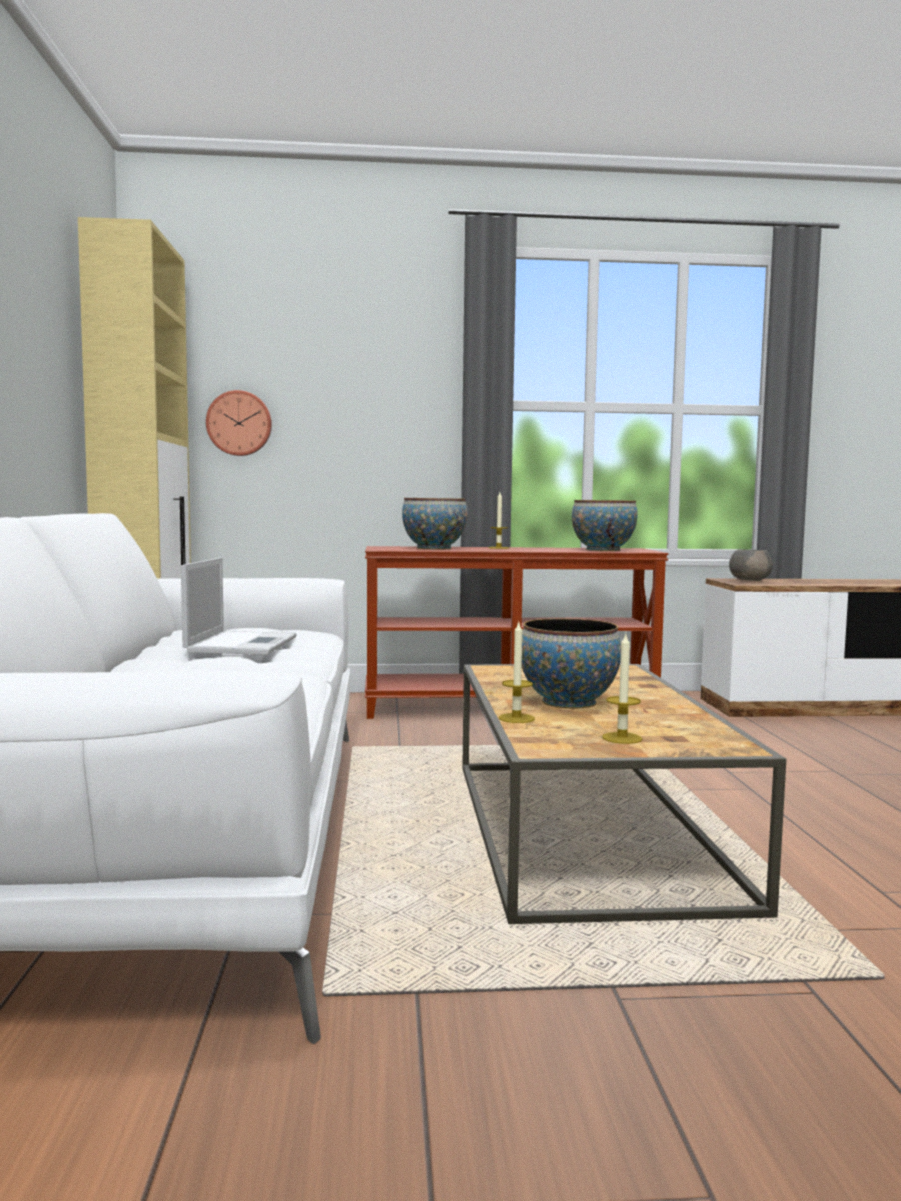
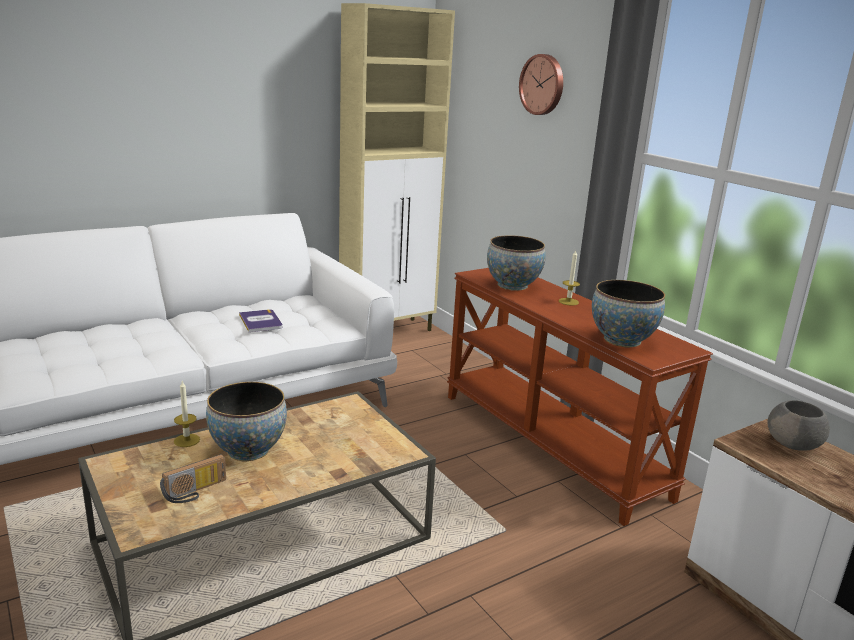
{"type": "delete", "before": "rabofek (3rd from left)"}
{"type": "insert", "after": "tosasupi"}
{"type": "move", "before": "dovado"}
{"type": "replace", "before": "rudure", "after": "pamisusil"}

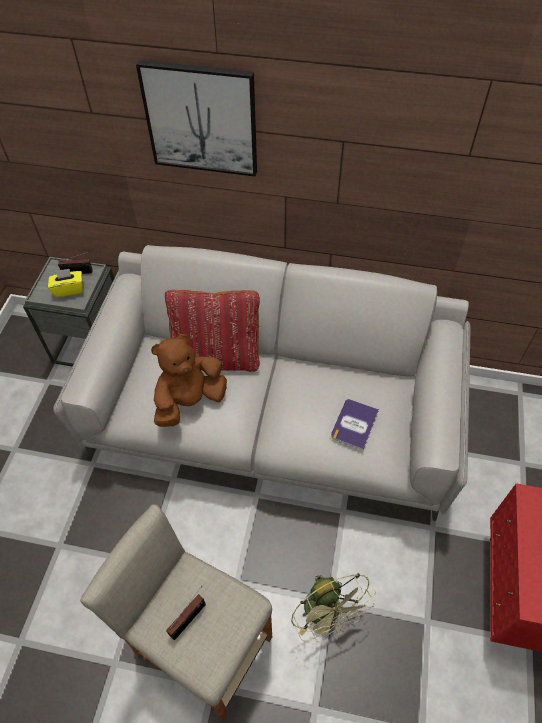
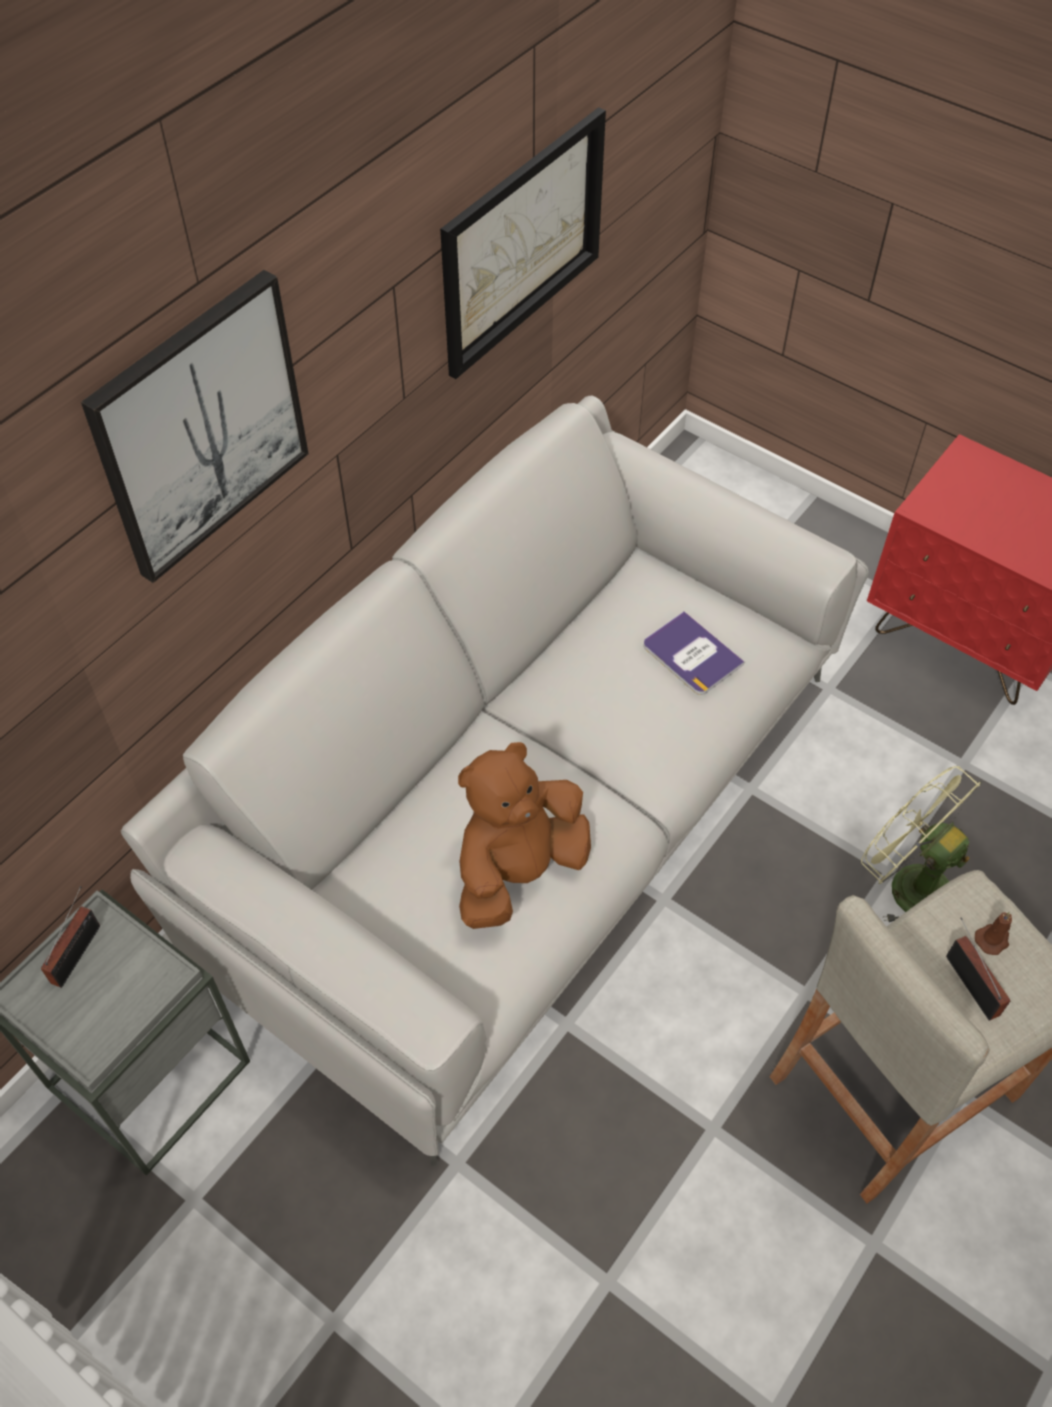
{"type": "delete", "before": "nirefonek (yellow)"}
{"type": "delete", "before": "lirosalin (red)"}
{"type": "insert", "after": "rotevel (2nd from left)"}
{"type": "insert", "after": "rabofek (brown)"}
{"type": "rotate", "before": "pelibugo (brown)", "turn": 60}
{"type": "rotate", "before": "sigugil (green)", "turn": -135}

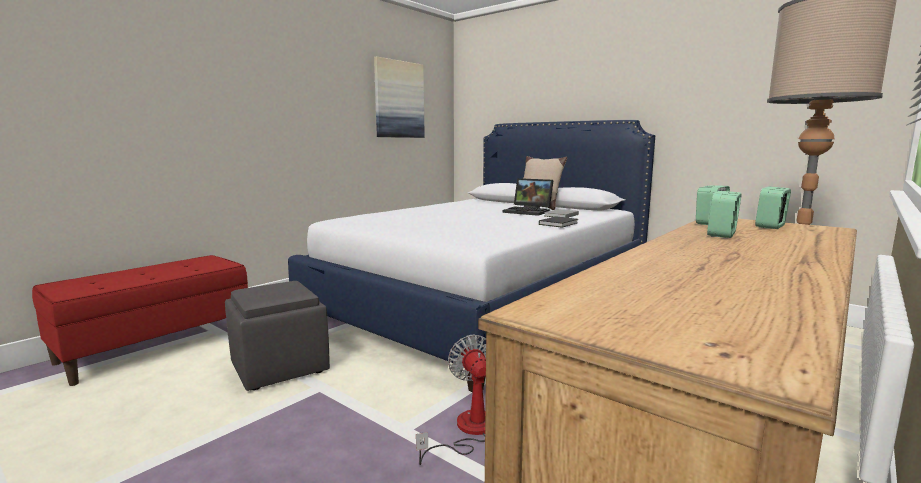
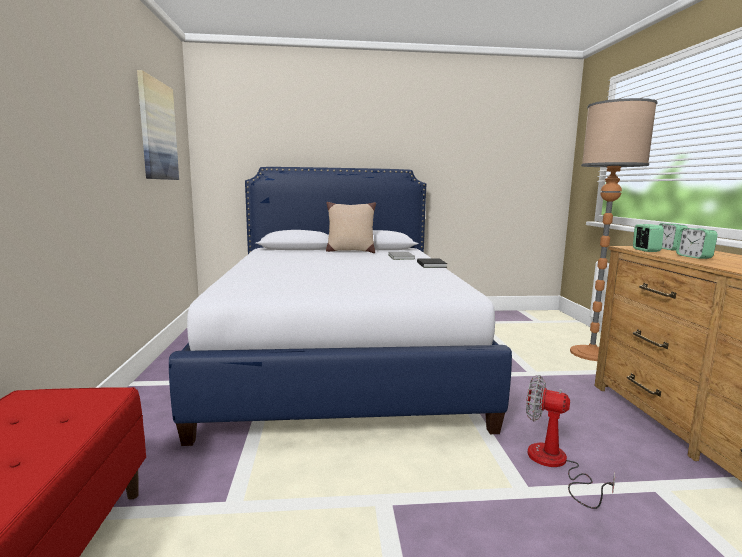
{"type": "delete", "before": "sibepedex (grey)"}
{"type": "delete", "before": "rudure"}

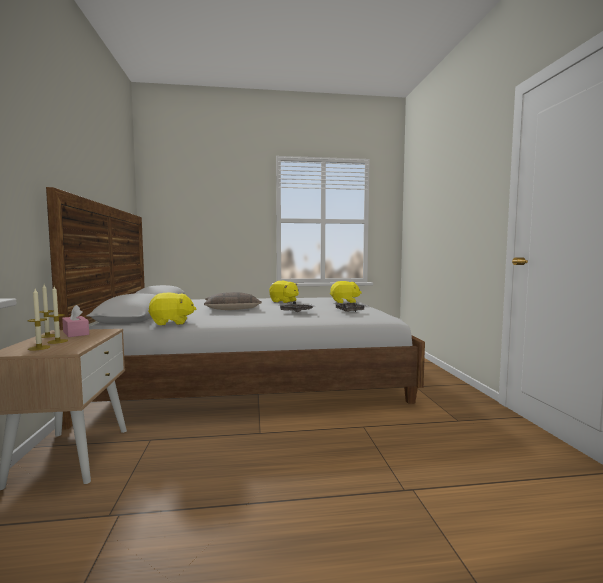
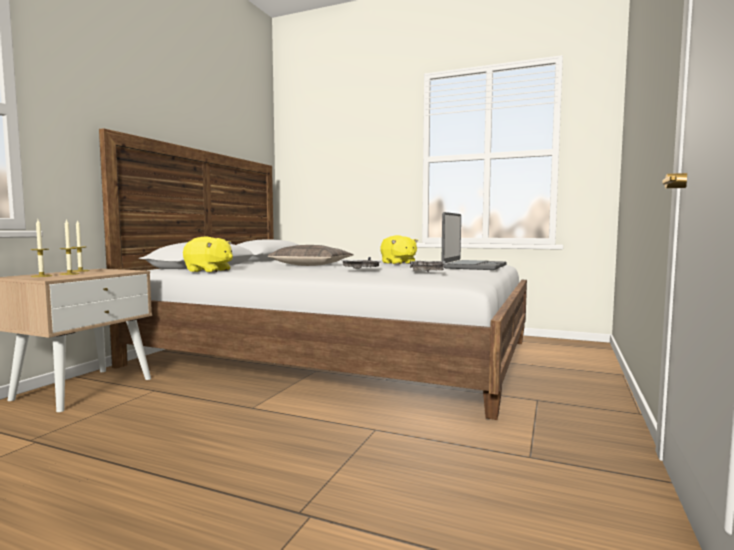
{"type": "delete", "before": "nirefonek (pink)"}
{"type": "replace", "before": "pelibugo (yellow) (3rd from left)", "after": "rudure"}

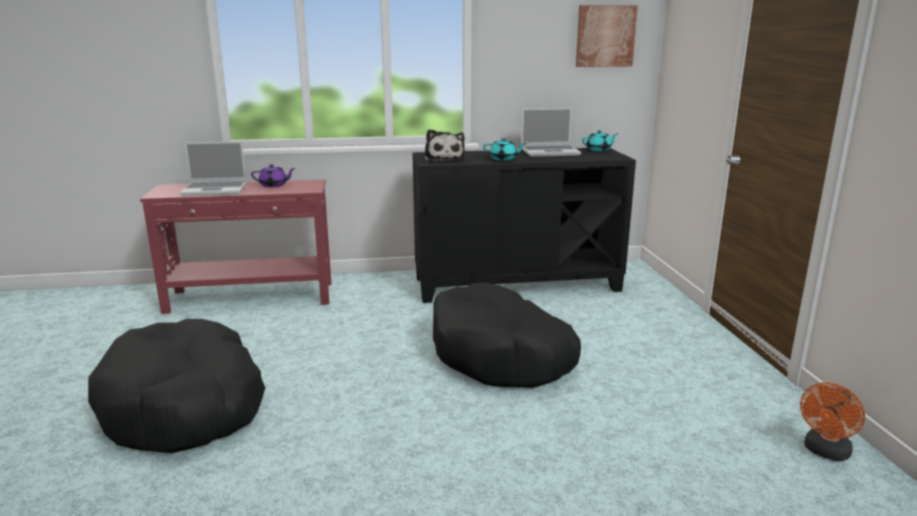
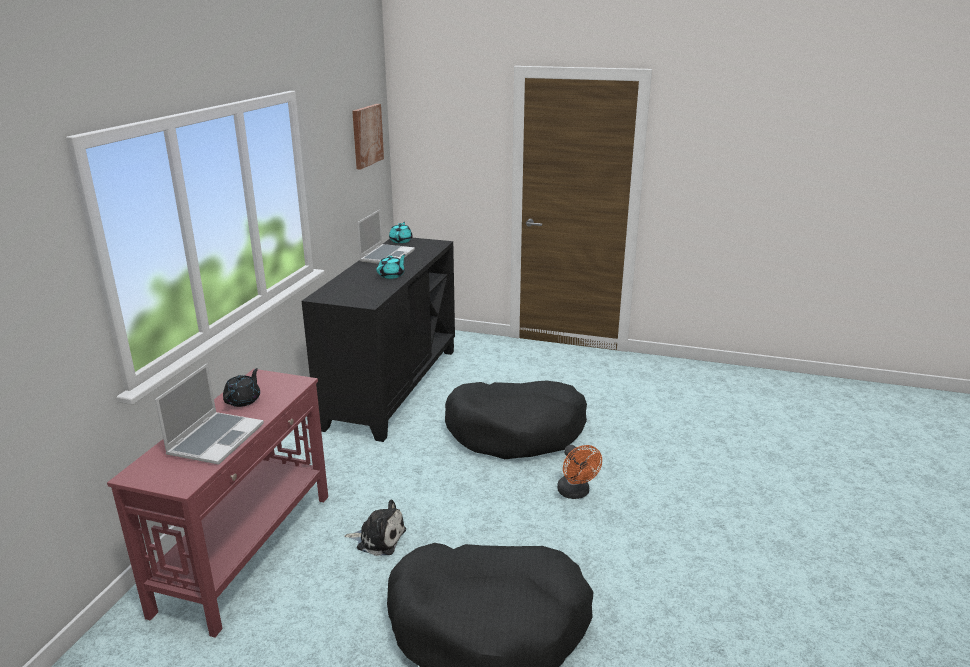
{"type": "move", "before": "pelibugo"}
{"type": "move", "before": "sigugil (orange)"}
{"type": "recolor", "before": "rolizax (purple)", "after": "rolizax (black)"}

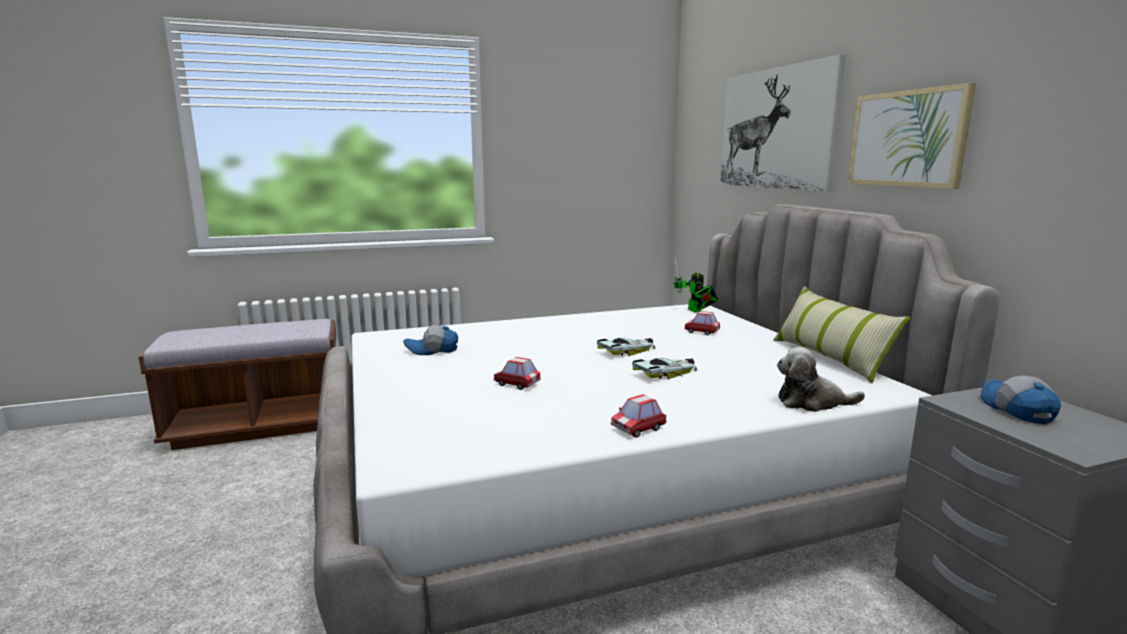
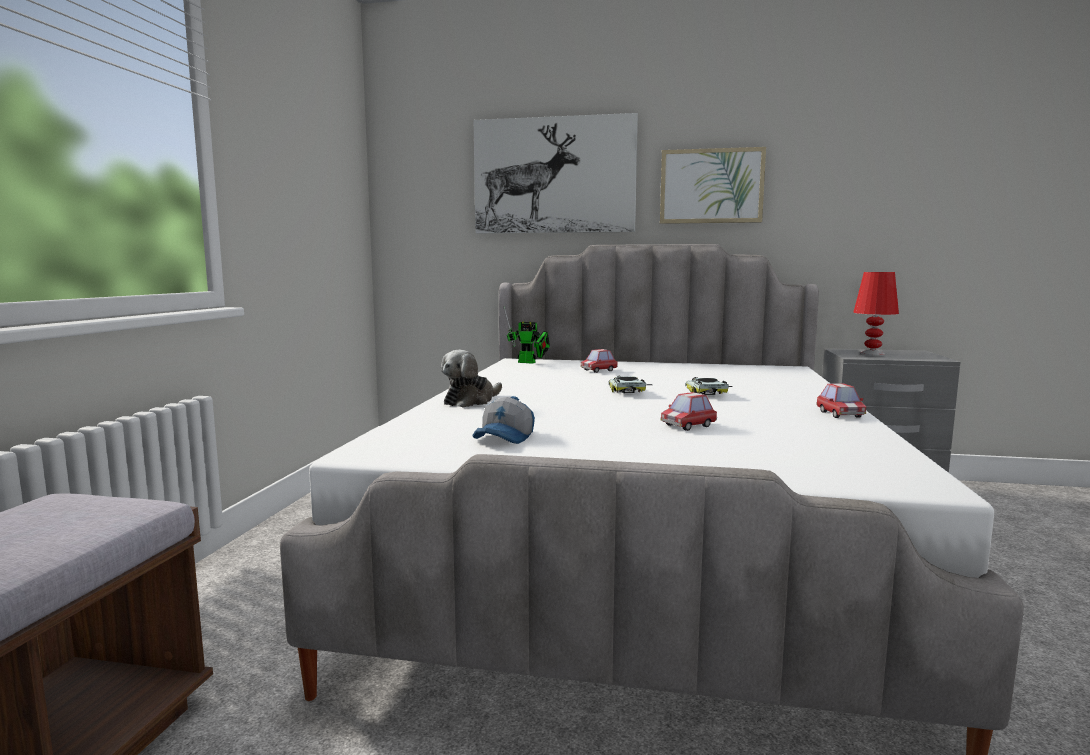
{"type": "delete", "before": "lirosalin"}
{"type": "move", "before": "pelibugo"}
{"type": "replace", "before": "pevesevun (2nd from left)", "after": "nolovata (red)"}

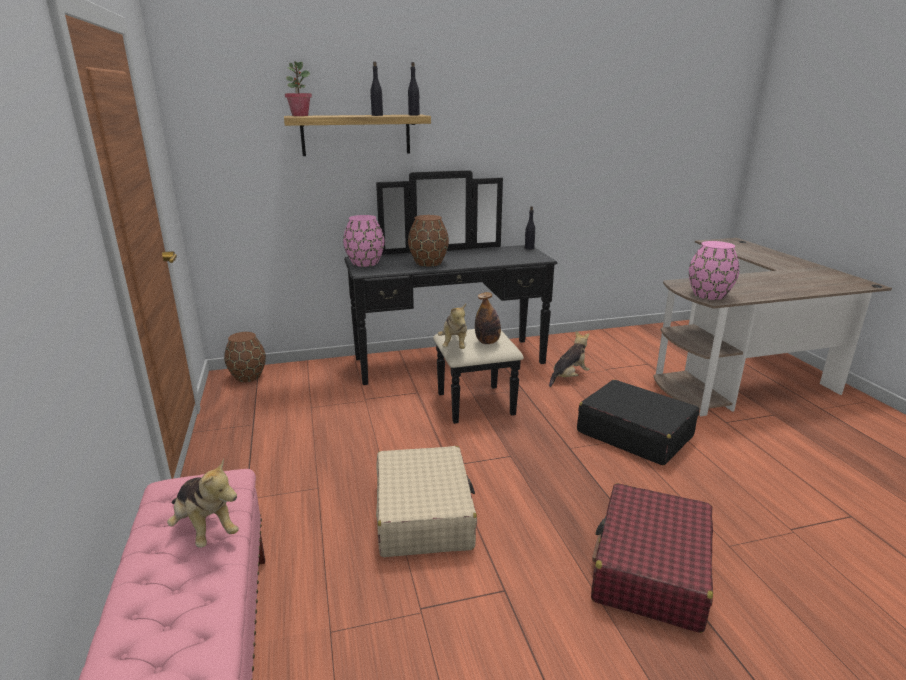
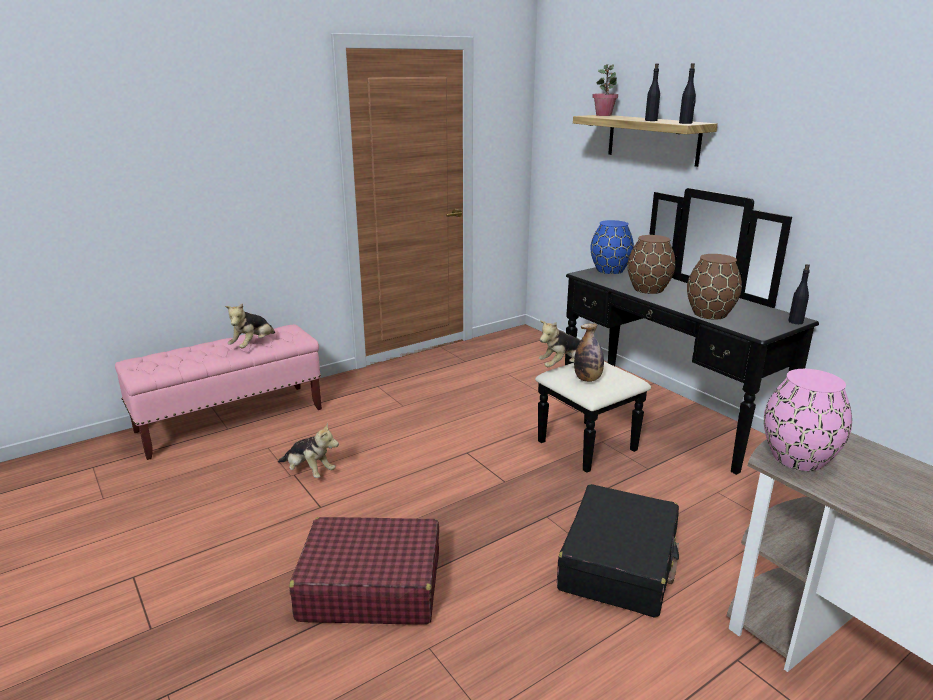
{"type": "delete", "before": "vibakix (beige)"}
{"type": "move", "before": "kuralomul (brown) (1st from left in the first image)", "after": "kuralomul (brown) (2nd from left)"}
{"type": "move", "before": "pelibugo (3rd from left in the first image)", "after": "pelibugo (2nd from left)"}
{"type": "recolor", "before": "kuralomul (pink) (1st from left)", "after": "kuralomul (blue)"}

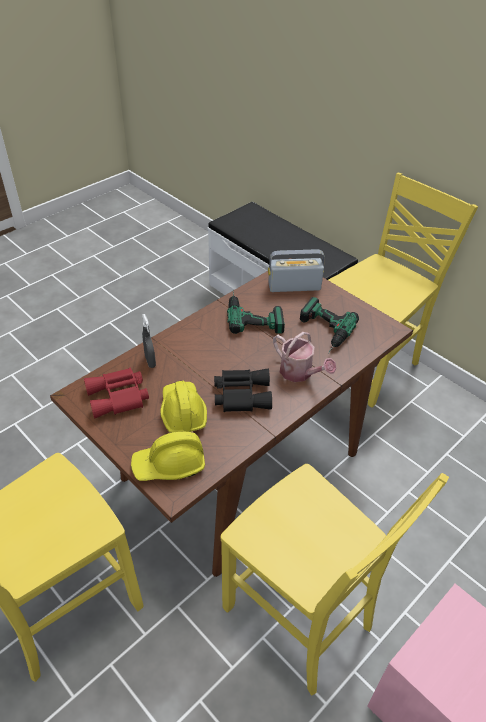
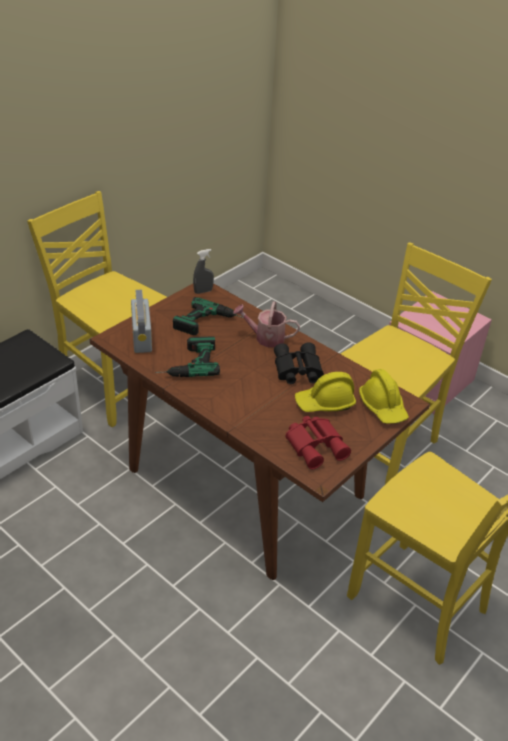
{"type": "move", "before": "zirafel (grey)"}
{"type": "rotate", "before": "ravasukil", "turn": -120}

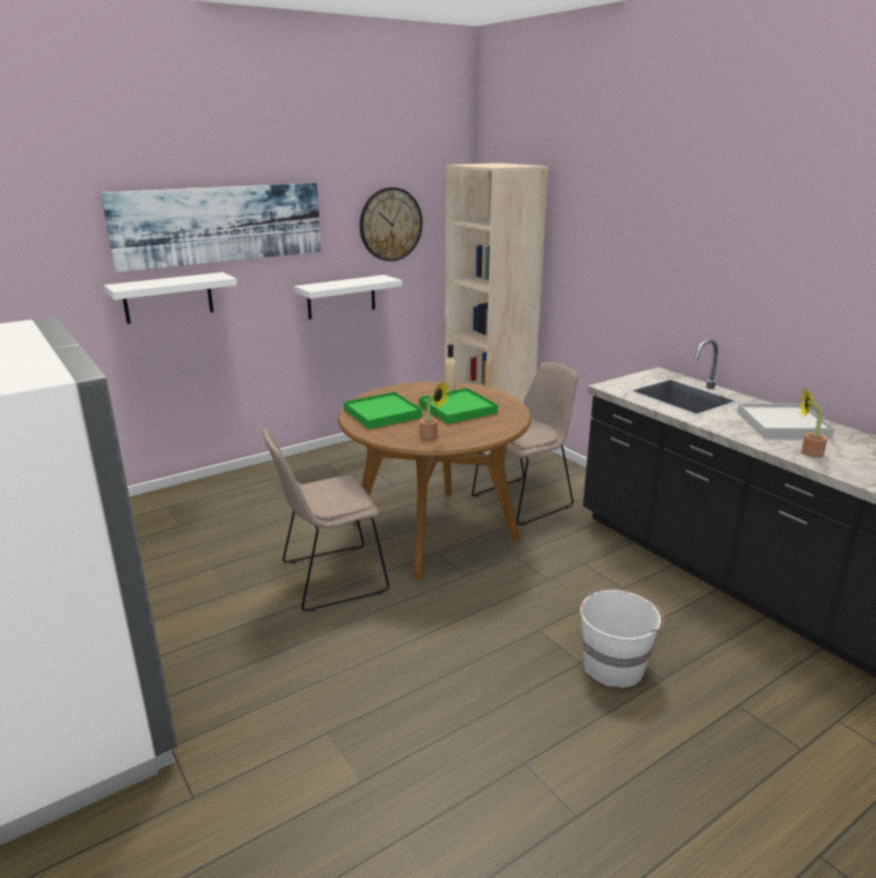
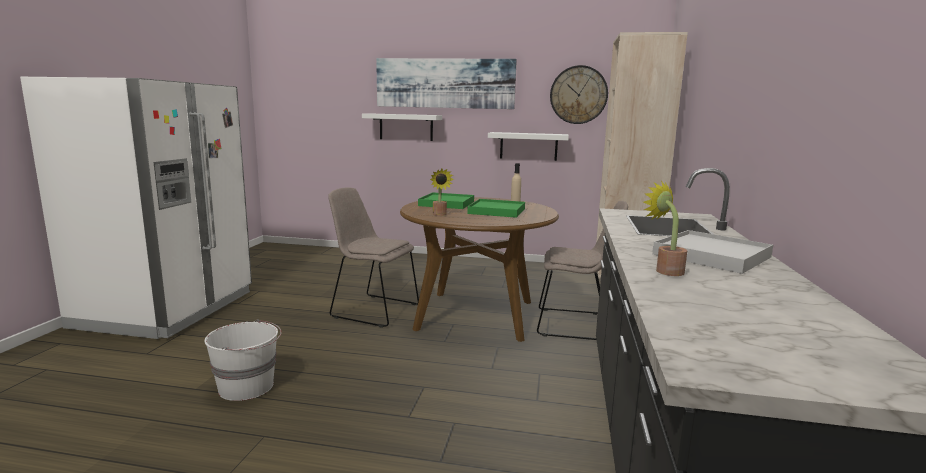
{"type": "move", "before": "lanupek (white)"}

